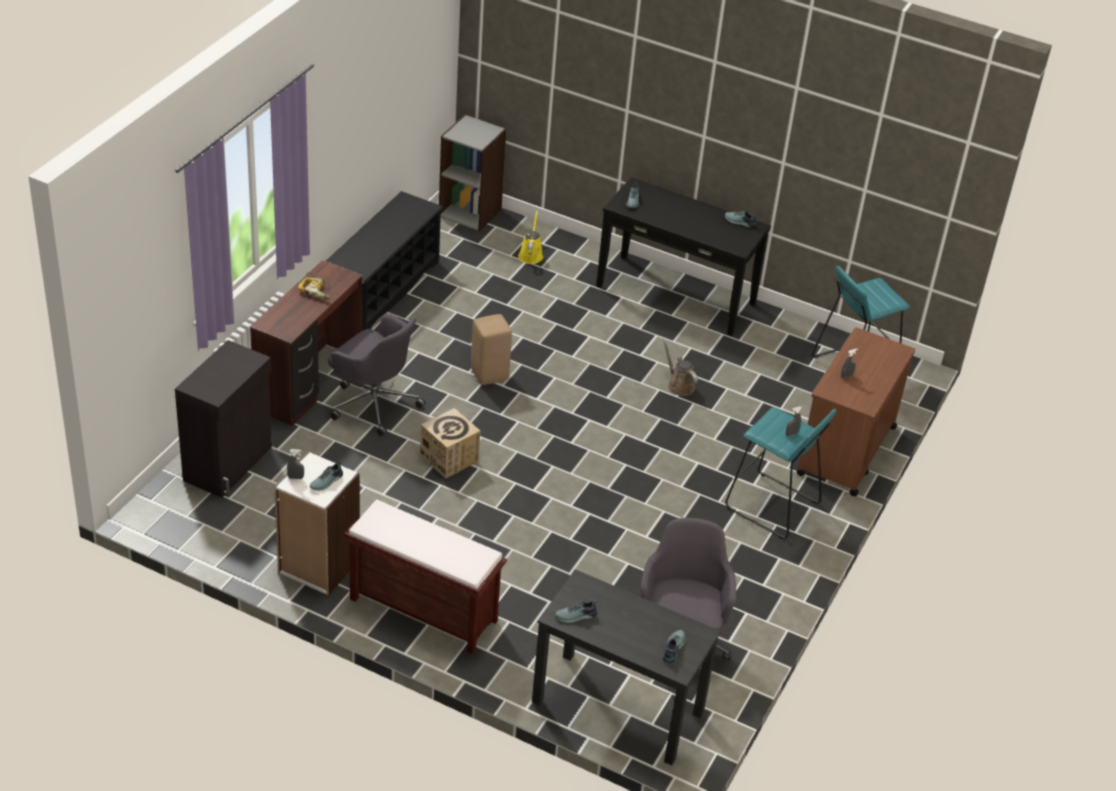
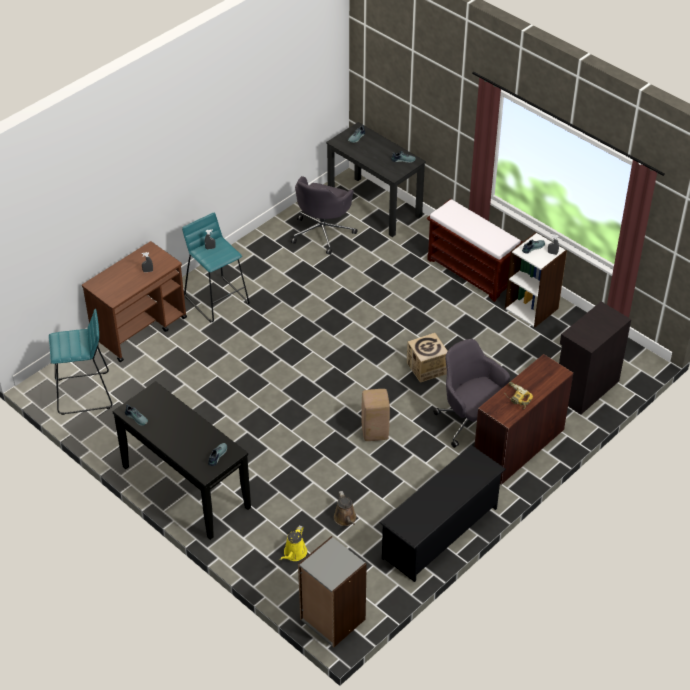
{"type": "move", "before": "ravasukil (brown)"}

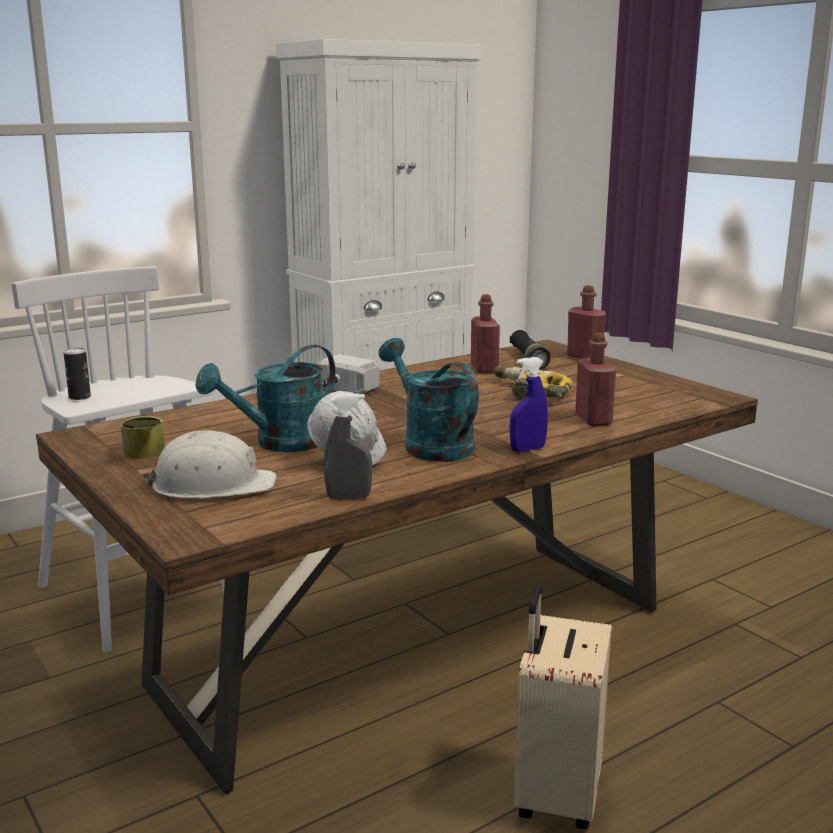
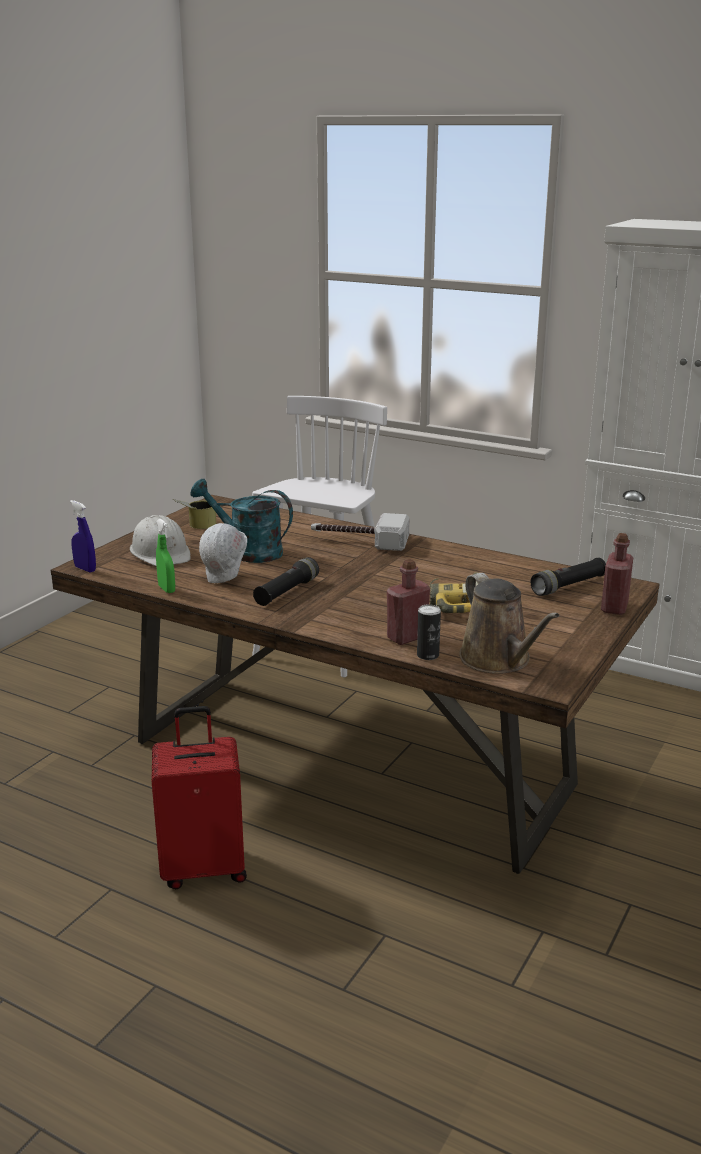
{"type": "delete", "before": "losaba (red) (1st from left)"}
{"type": "insert", "after": "ravasukil (brown)"}
{"type": "move", "before": "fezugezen (1st from left in the first image)", "after": "fezugezen (2nd from left)"}
{"type": "move", "before": "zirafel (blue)"}
{"type": "replace", "before": "ravasukil (turquoise) (2nd from left)", "after": "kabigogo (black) (1st from left)"}
{"type": "recolor", "before": "zirafel (grey)", "after": "zirafel (green)"}
{"type": "recolor", "before": "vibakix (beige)", "after": "vibakix (red)"}

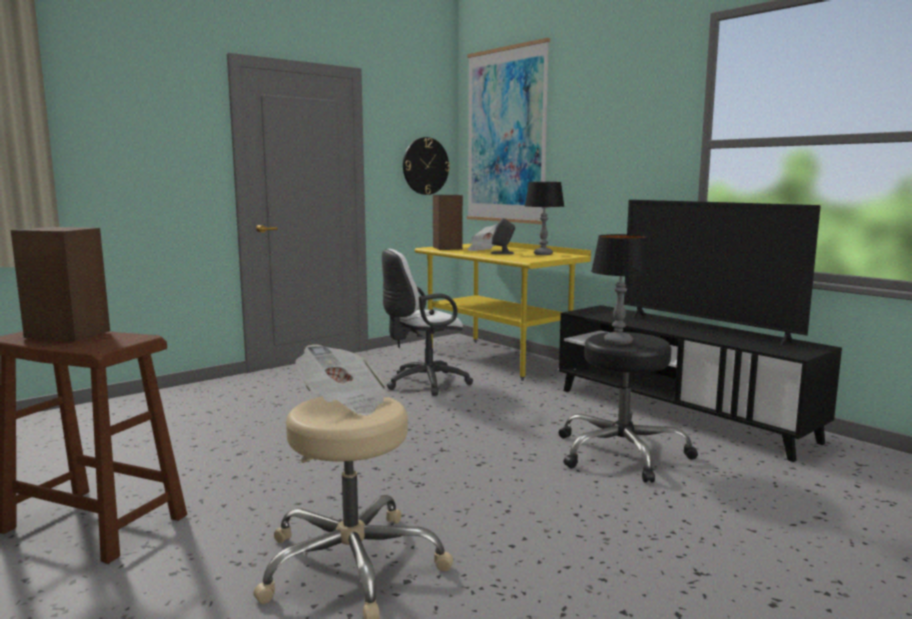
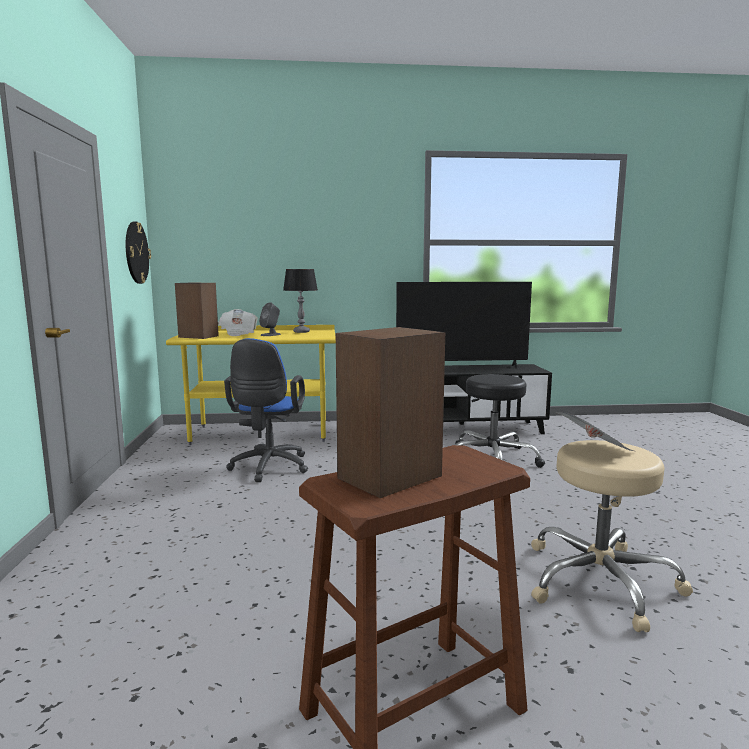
{"type": "delete", "before": "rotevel"}
{"type": "delete", "before": "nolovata (2nd from left)"}
{"type": "recolor", "before": "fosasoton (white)", "after": "fosasoton (blue)"}

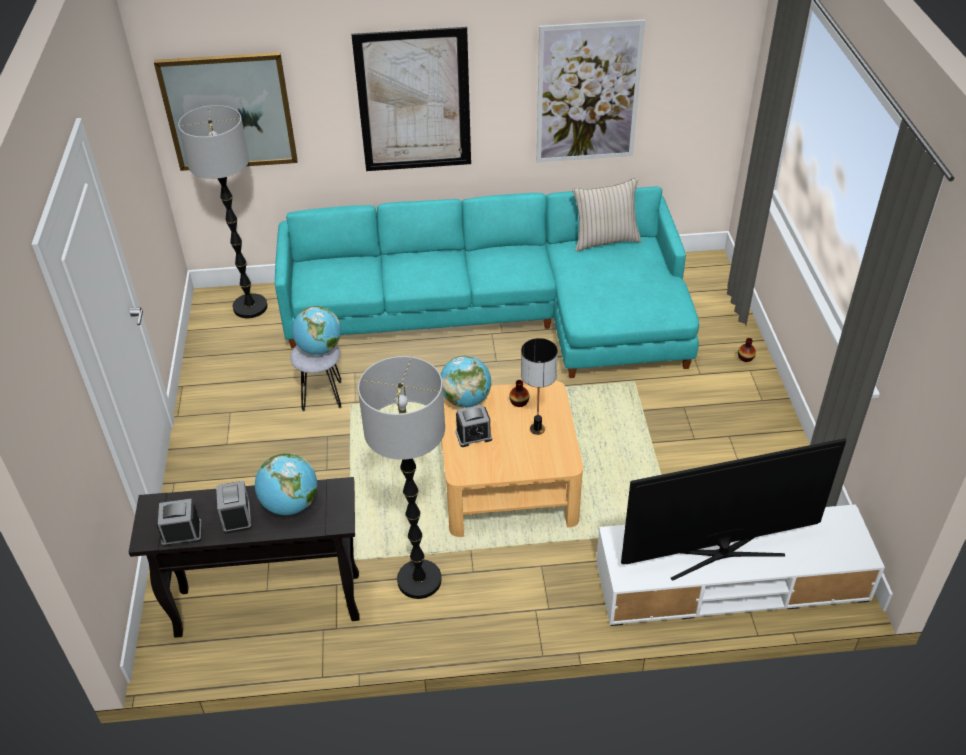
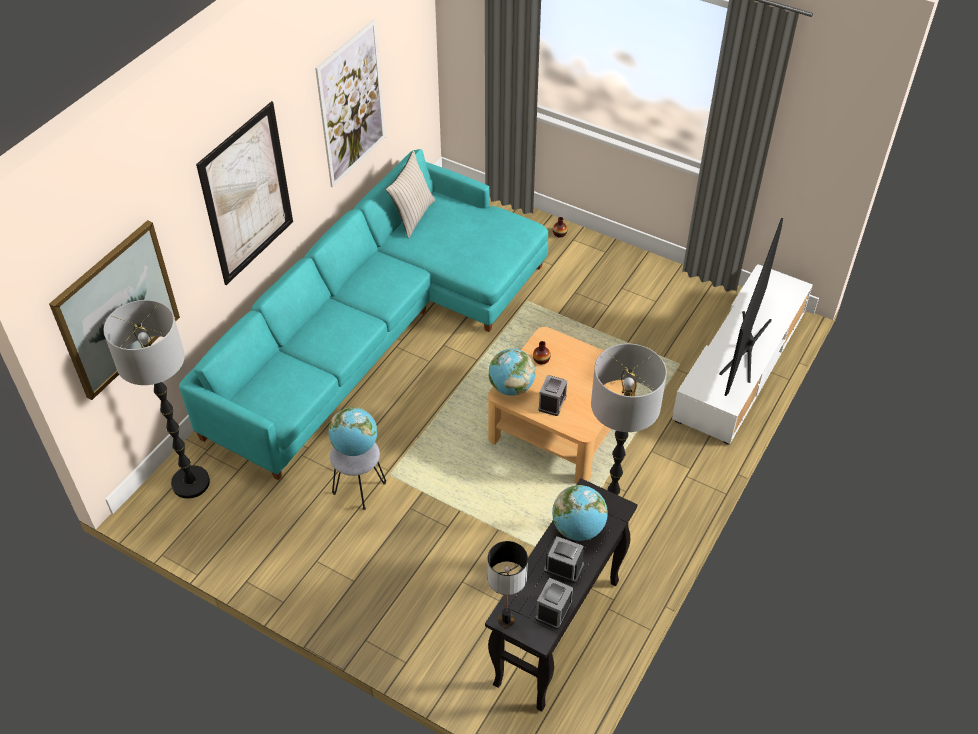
{"type": "move", "before": "nolovata"}

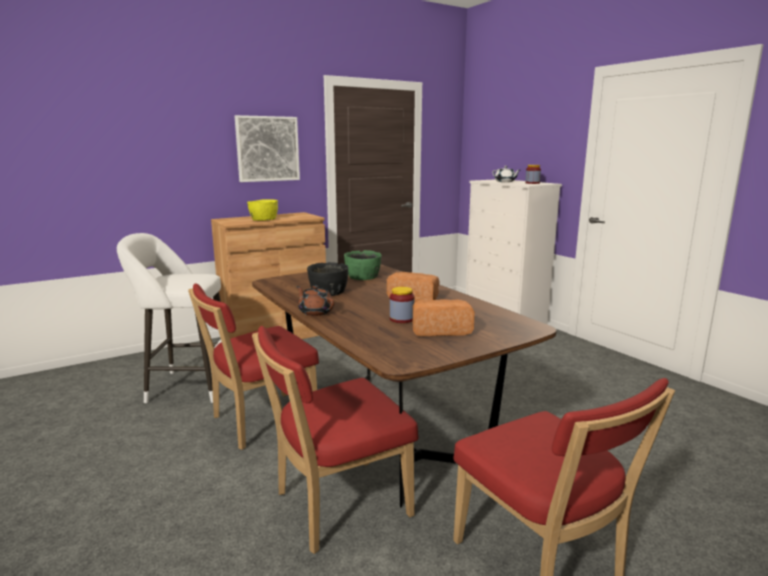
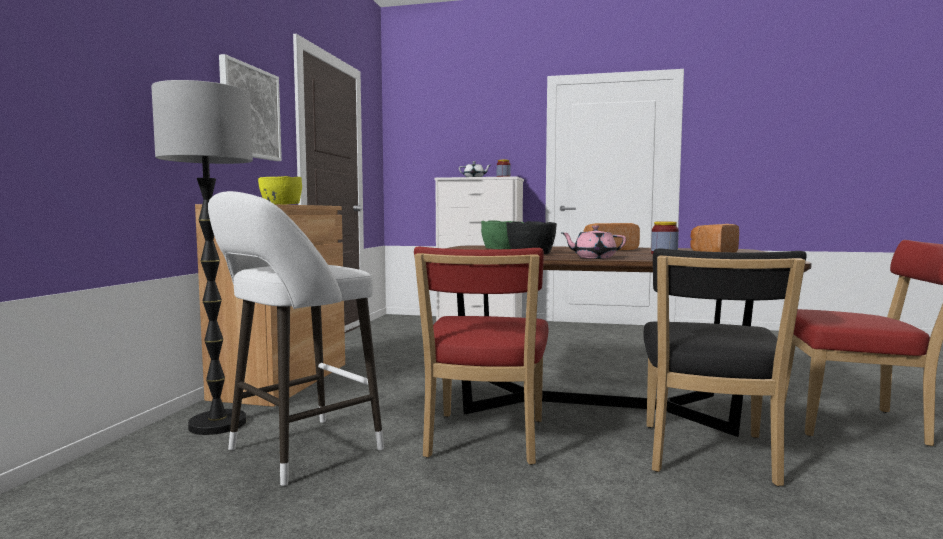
{"type": "insert", "after": "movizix"}
{"type": "recolor", "before": "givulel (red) (2nd from left)", "after": "givulel (black)"}
{"type": "recolor", "before": "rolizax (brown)", "after": "rolizax (pink)"}

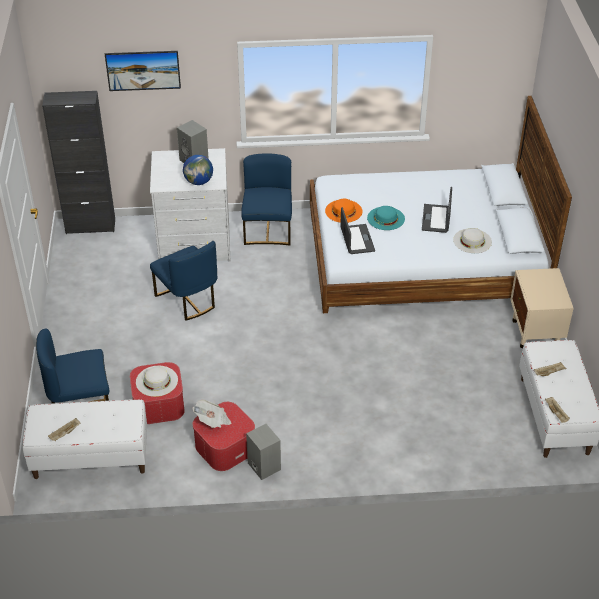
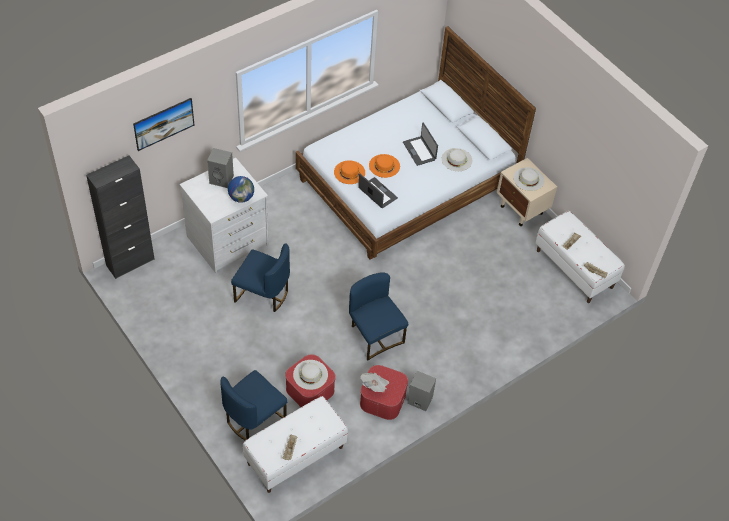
{"type": "insert", "after": "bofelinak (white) (3rd from left)"}
{"type": "move", "before": "givulel (blue) (3rd from left)"}
{"type": "recolor", "before": "bofelinak (turquoise)", "after": "bofelinak (orange) (2nd from left)"}

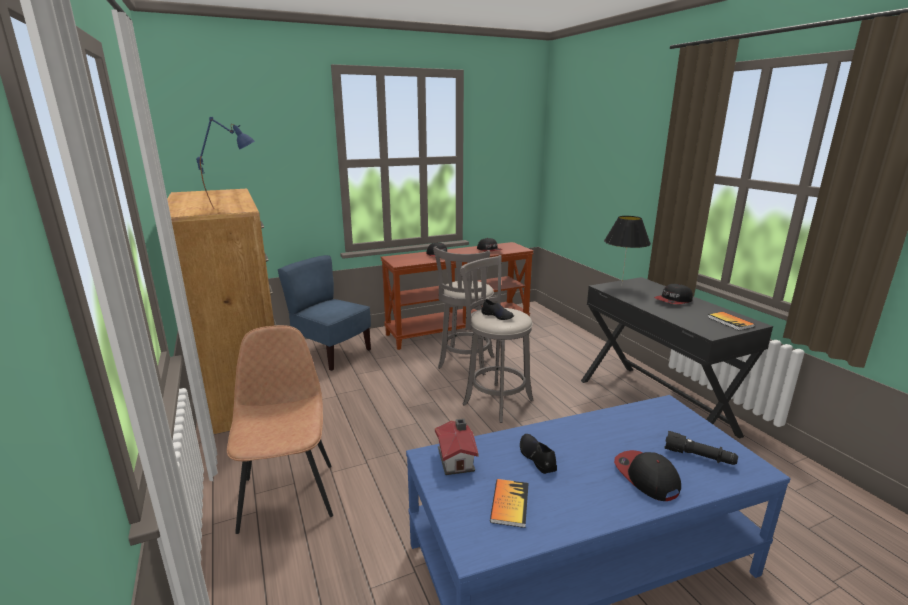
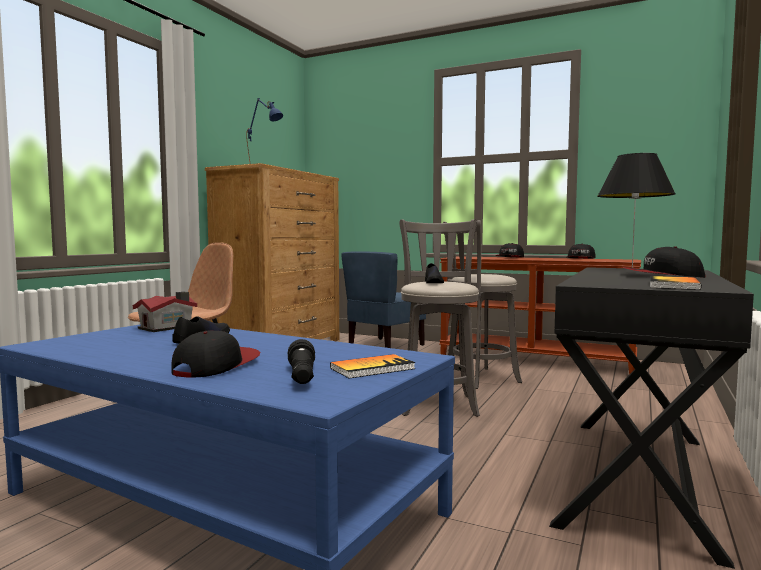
{"type": "move", "before": "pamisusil (1st from left)"}
{"type": "rotate", "before": "givulel (blue)", "turn": -135}

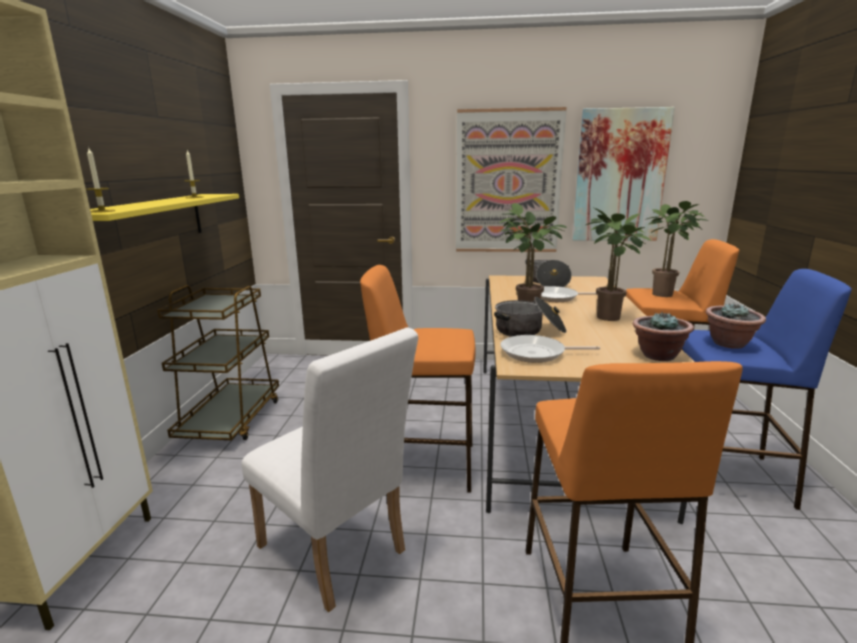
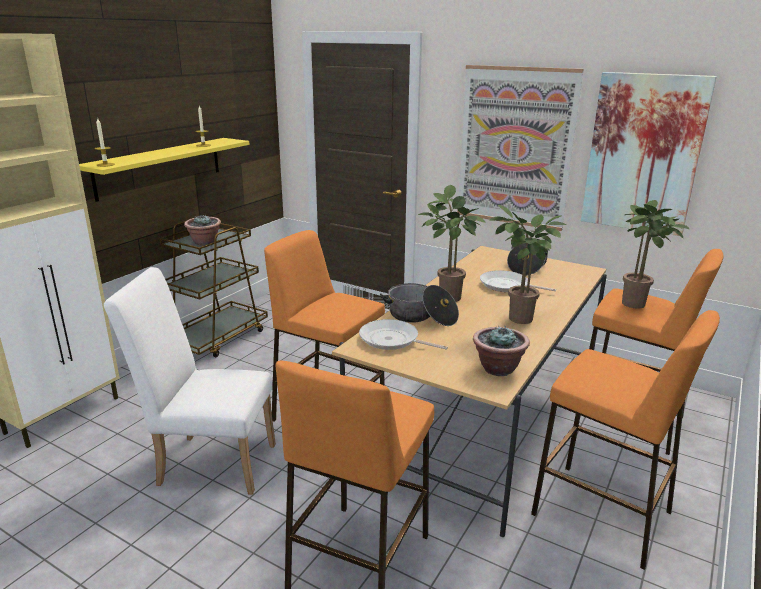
{"type": "move", "before": "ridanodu (5th from left in the first image)", "after": "ridanodu (1st from left)"}
{"type": "recolor", "before": "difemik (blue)", "after": "difemik (orange) (3rd from left)"}
{"type": "rotate", "before": "givulel (white)", "turn": 120}

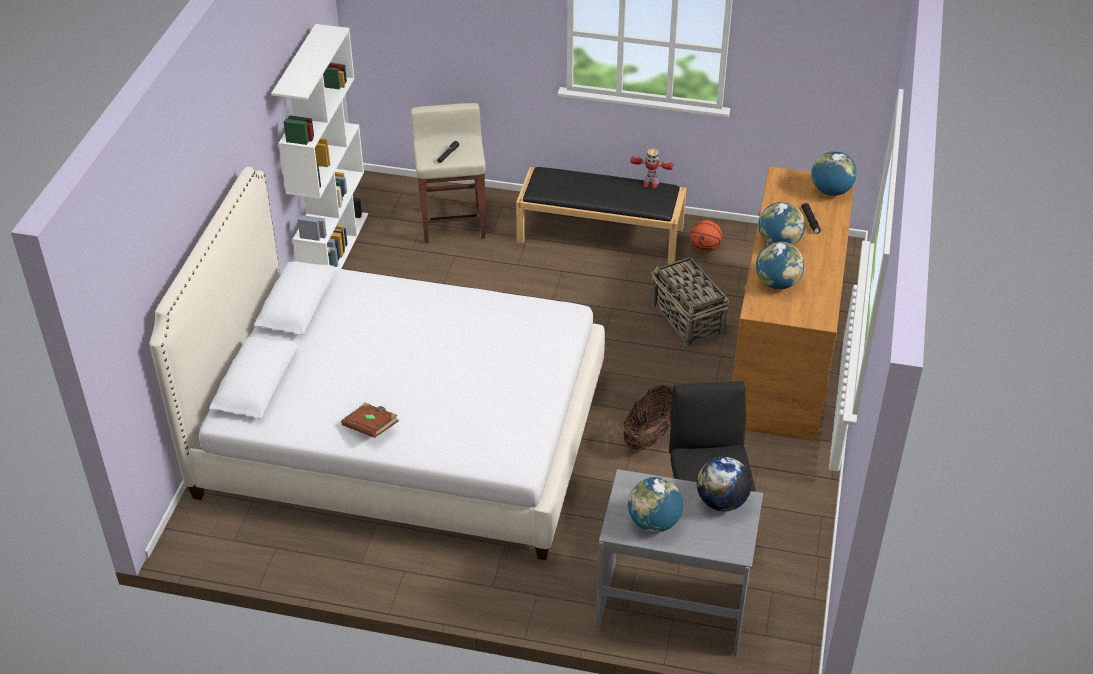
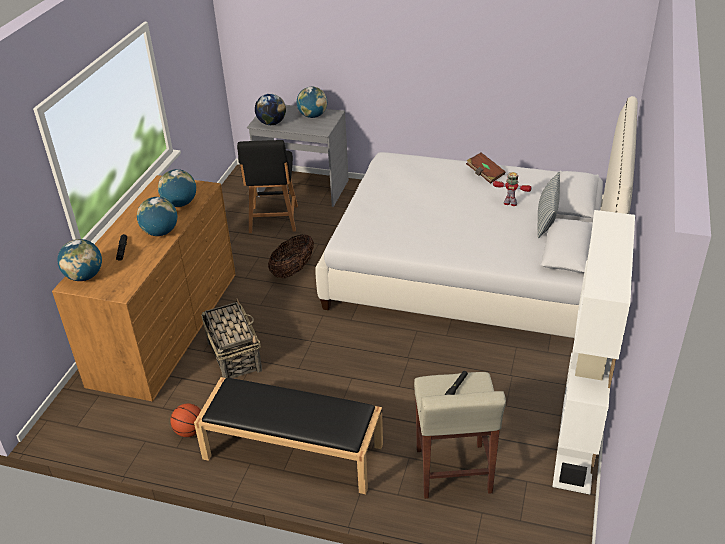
{"type": "insert", "after": "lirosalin"}
{"type": "move", "before": "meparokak"}

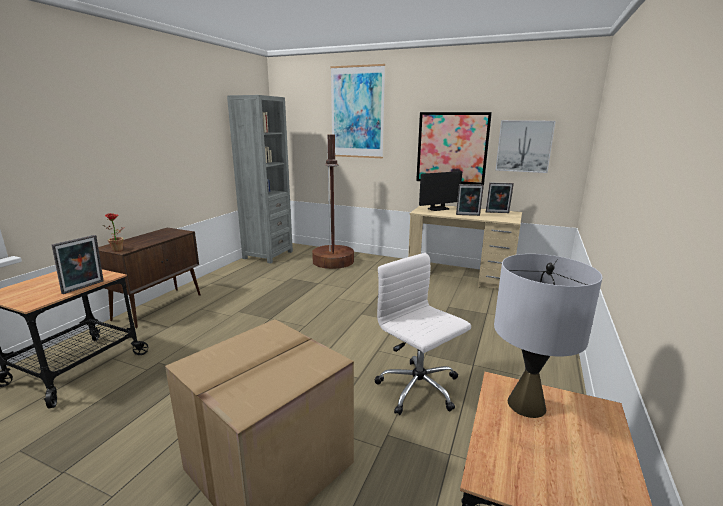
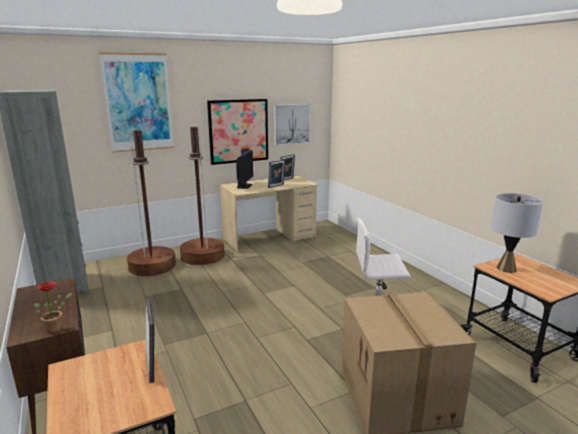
{"type": "insert", "after": "movizix (brown) (2nd from left)"}

